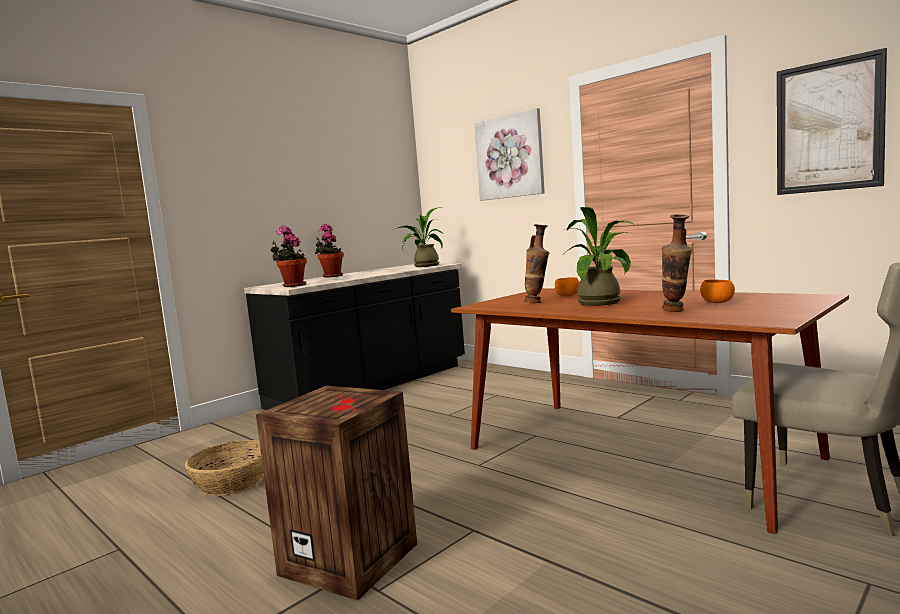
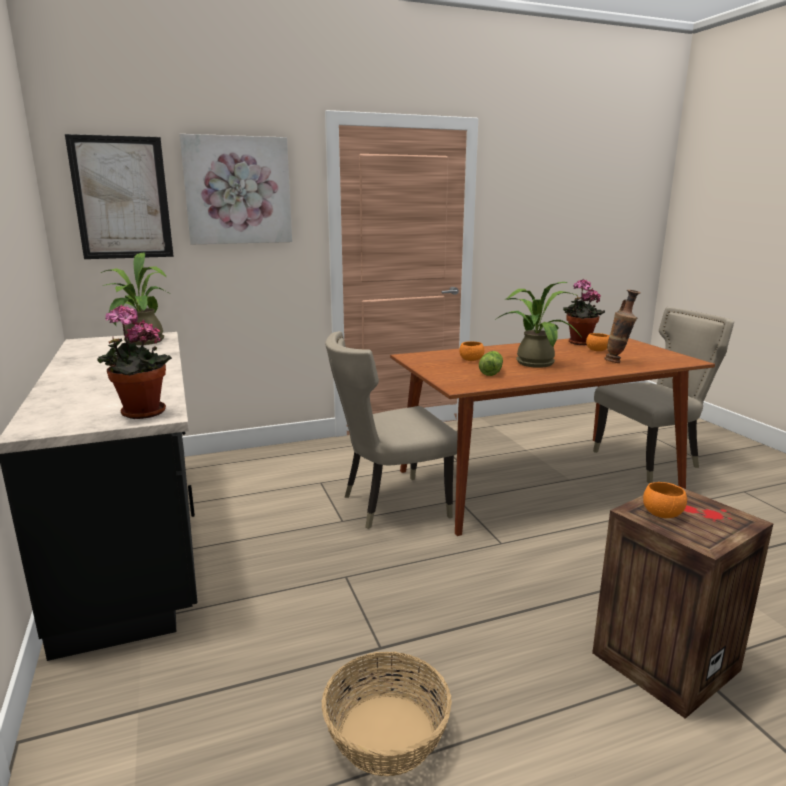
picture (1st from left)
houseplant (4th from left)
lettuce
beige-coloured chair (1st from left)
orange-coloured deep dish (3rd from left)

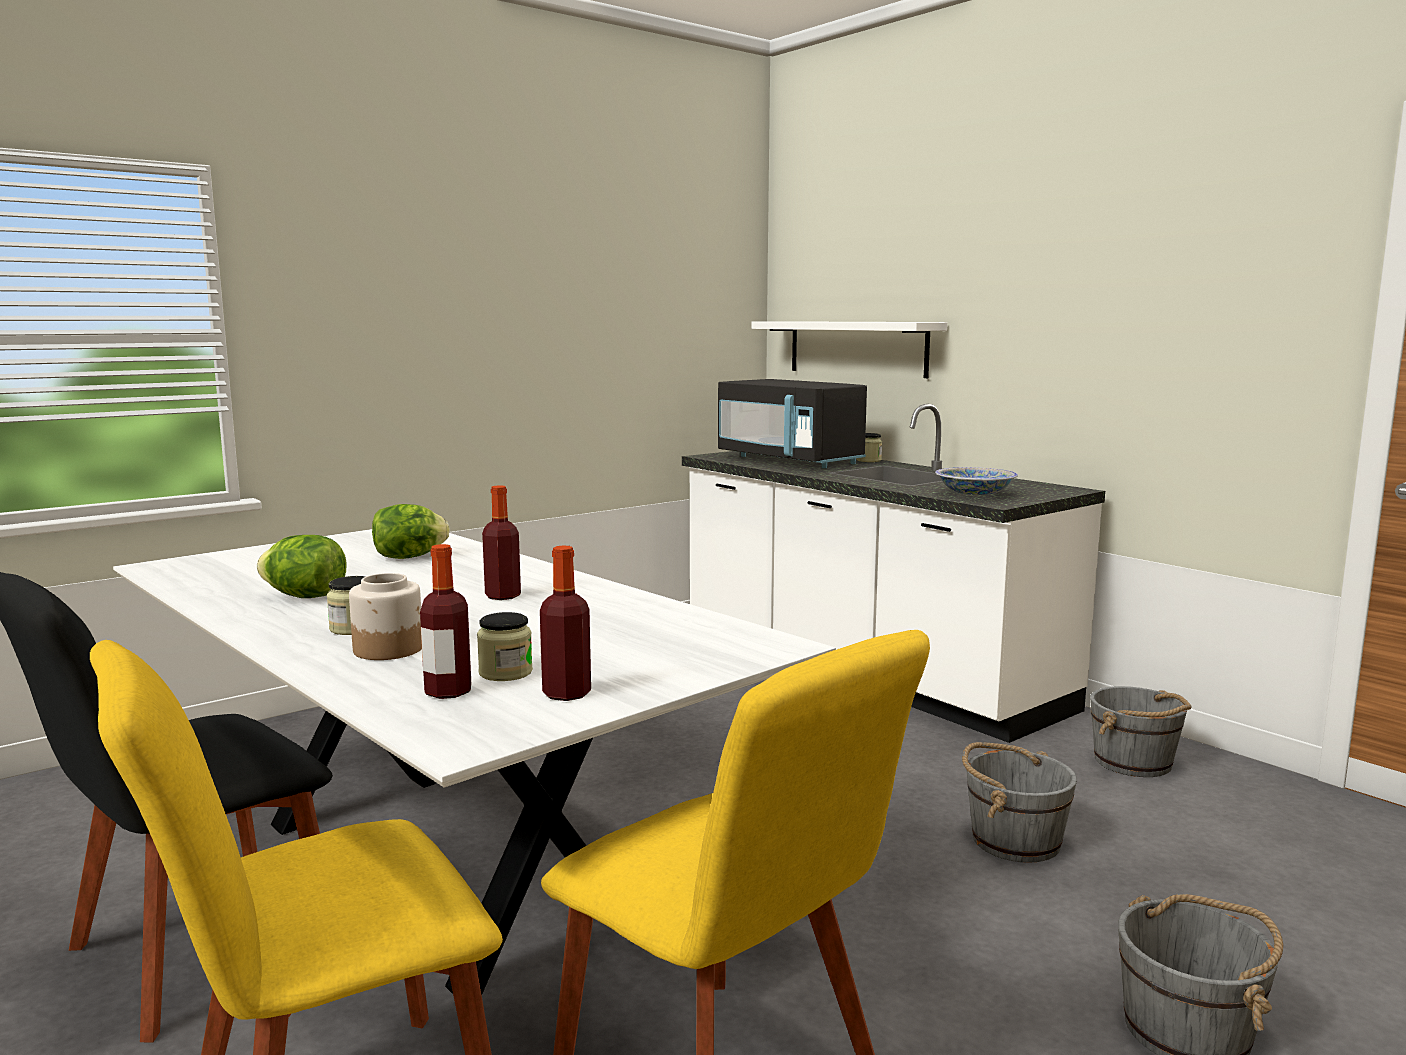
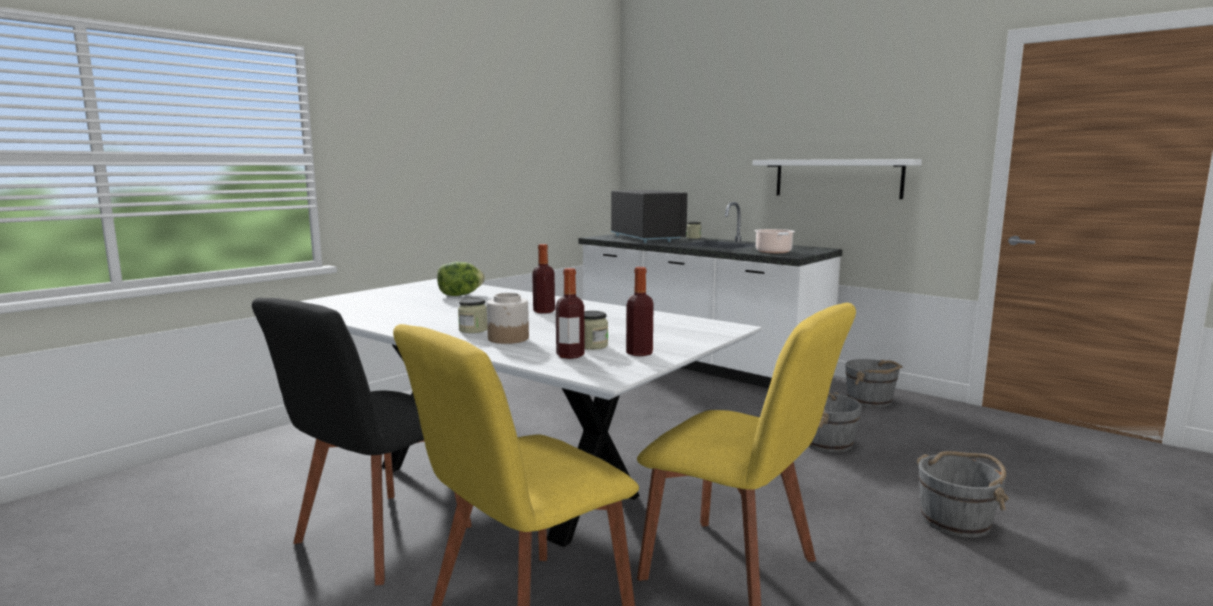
whitish bracket shelf
blackish kitchen microwave
cooking pot
lettuce (1st from left in the first image)

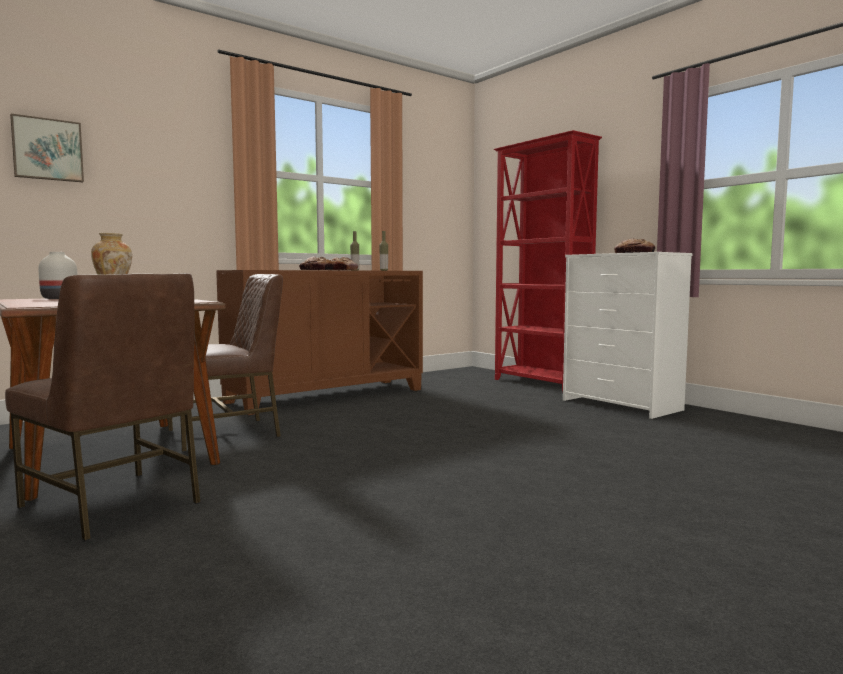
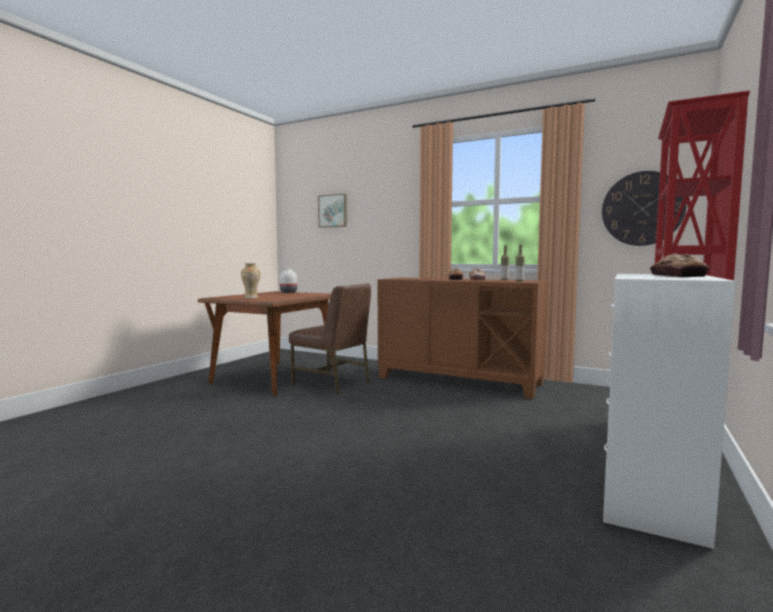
brown chair (1st from left in the first image)
clock on the wall

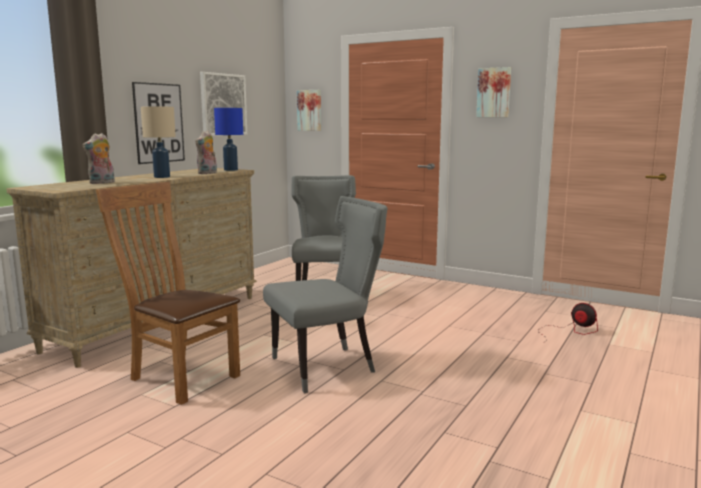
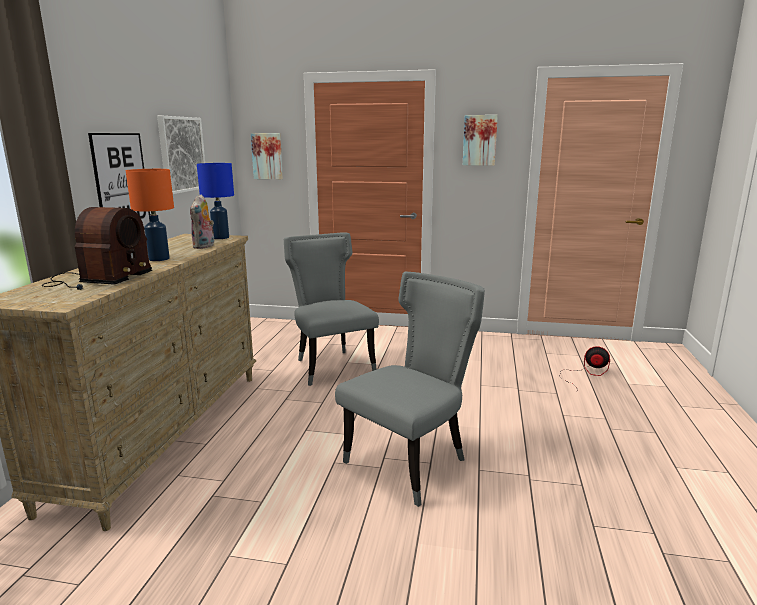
orange-coloured table lamp
radio set
brown chair

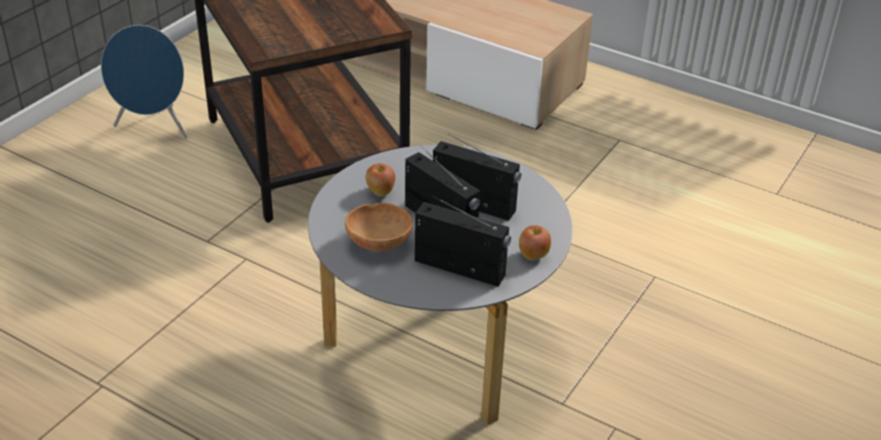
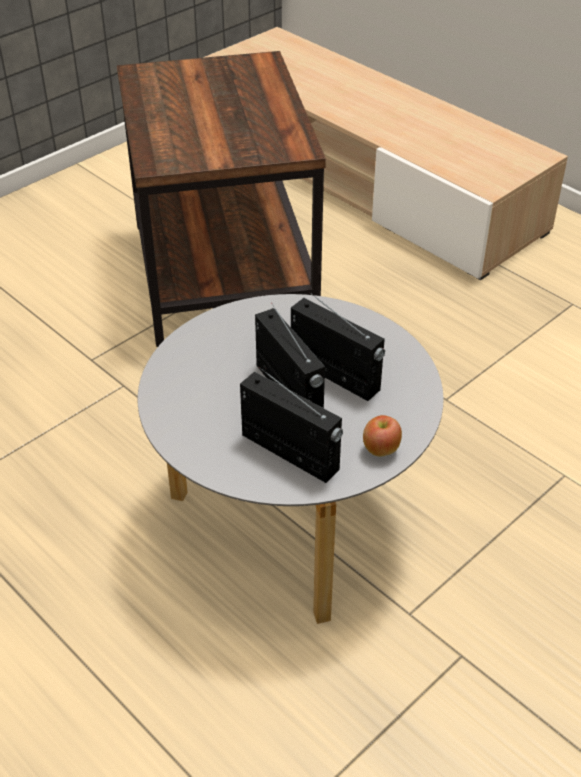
blue-coloured audio speaker
apple (1st from left in the first image)
brown deep dish

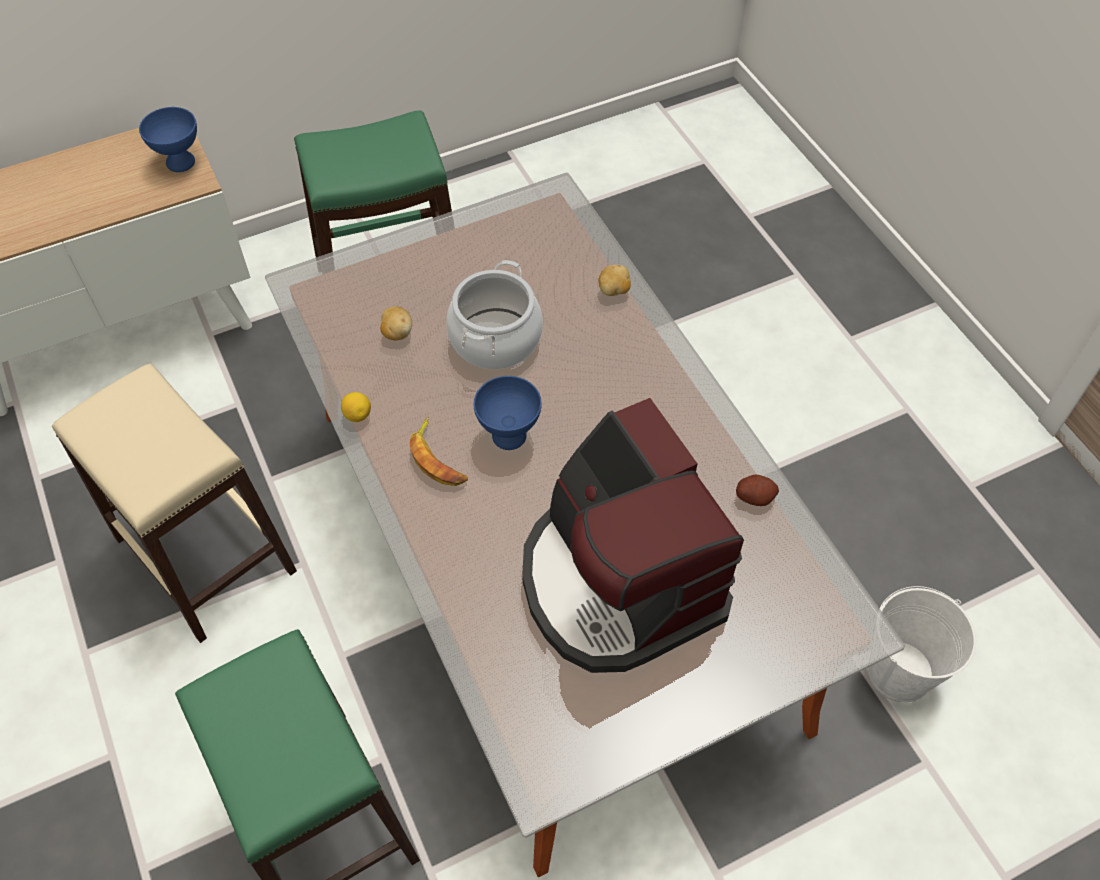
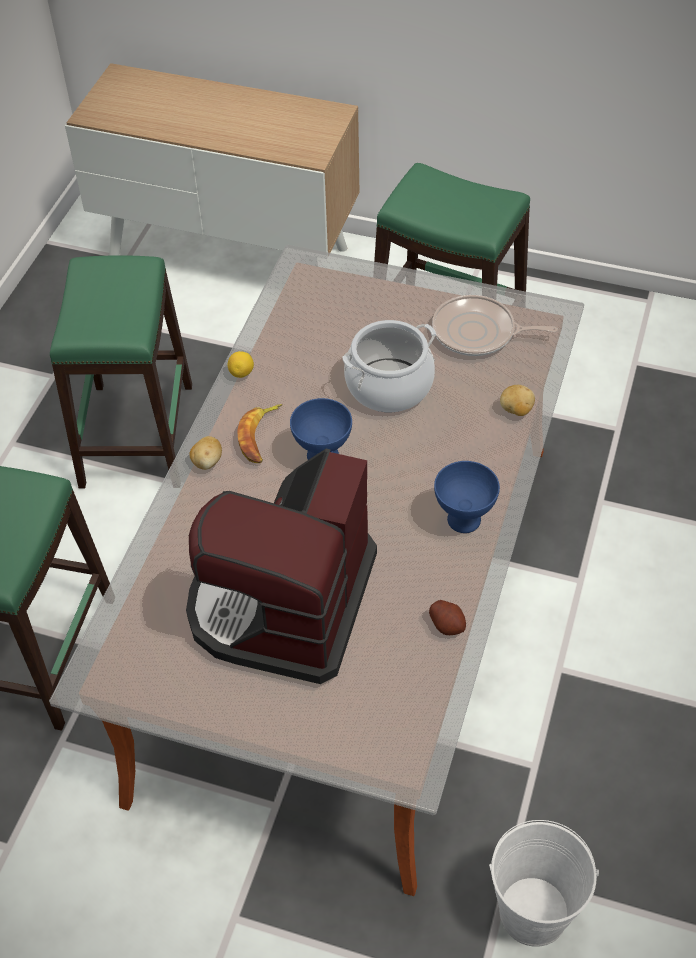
blue-coloured deep dish (2nd from left)
potato (1st from left)
greenish stool (2nd from left)
frying pan

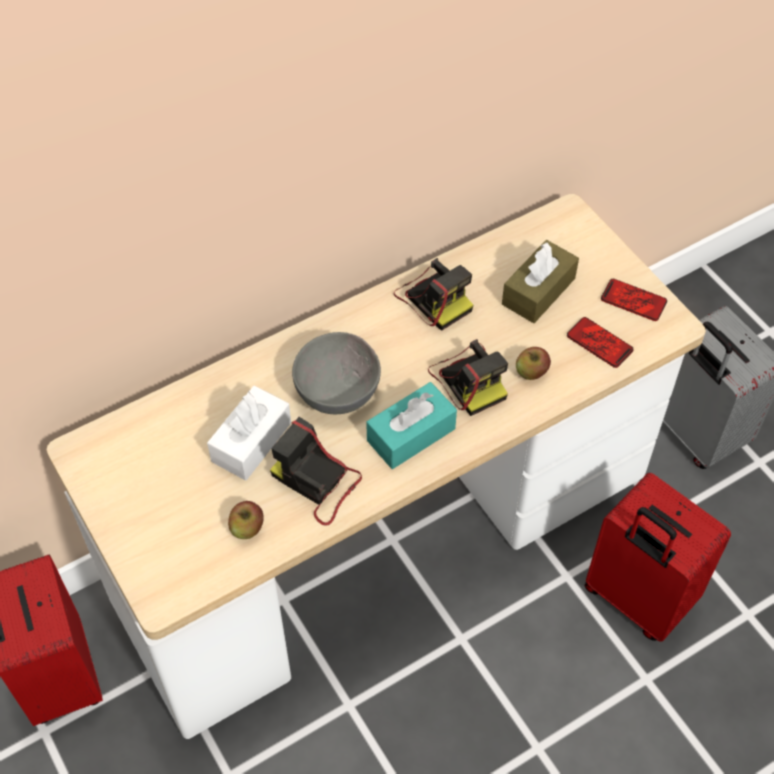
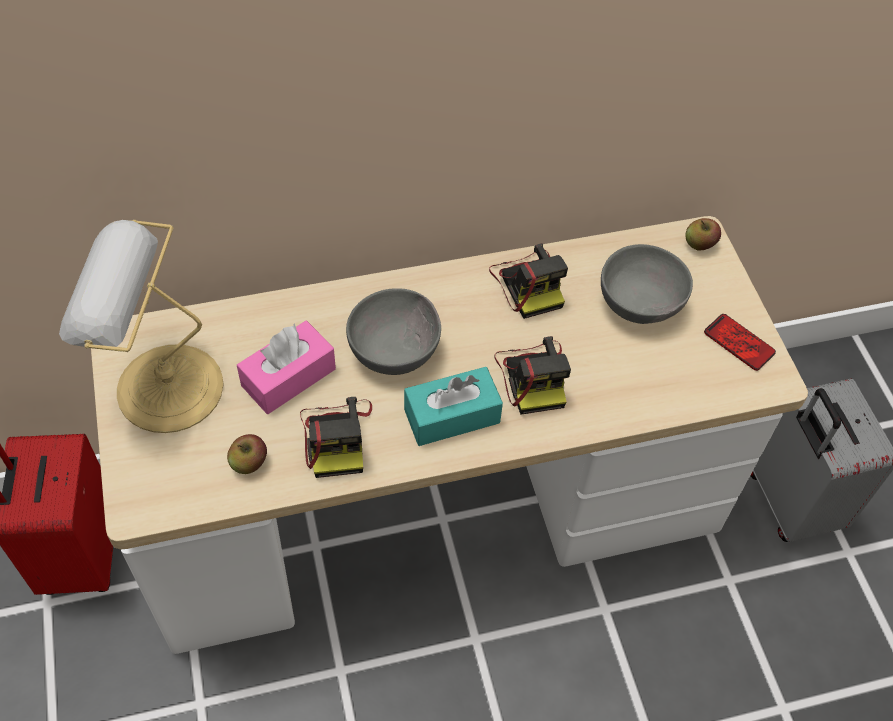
grey deep dish (2nd from left)
telephone (1st from left in the first image)
apple (2nd from left)
pink tissue box
photo camera (1st from left)
red travel case (2nd from left in the first image)
table lamp

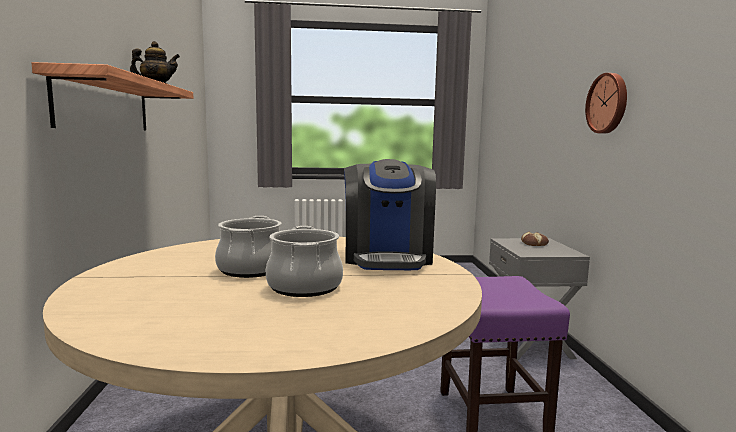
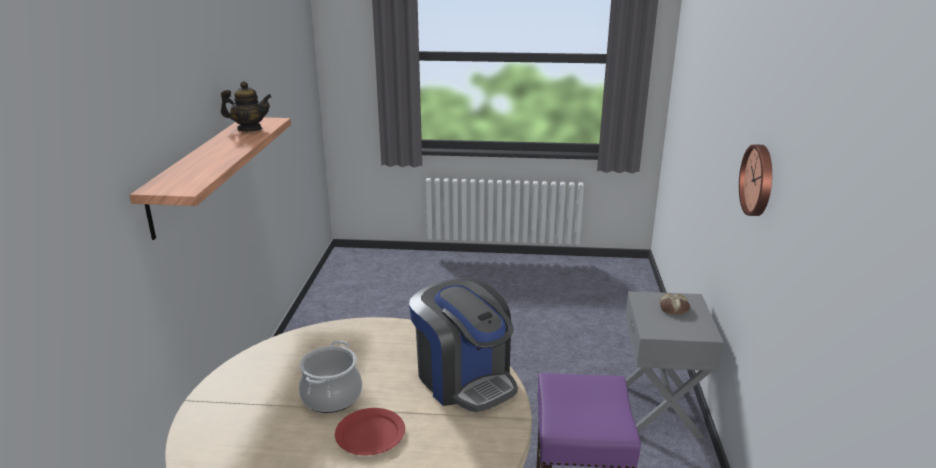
coffee maker
red plate

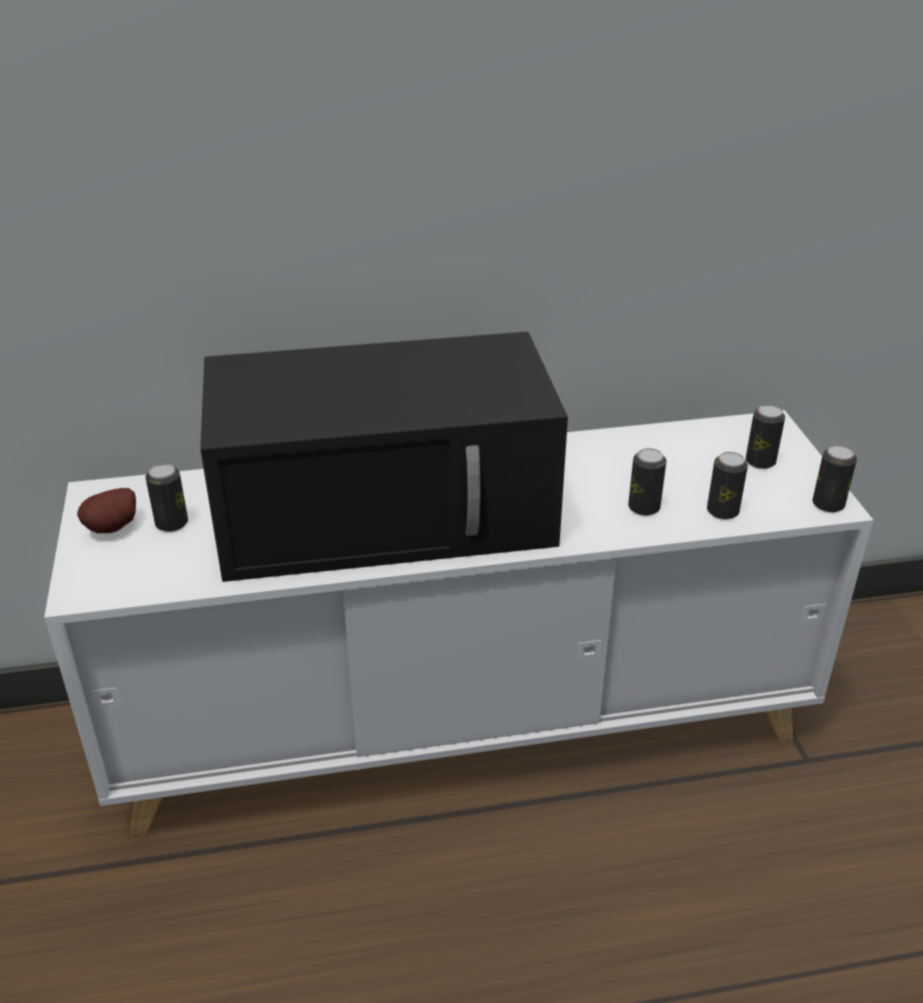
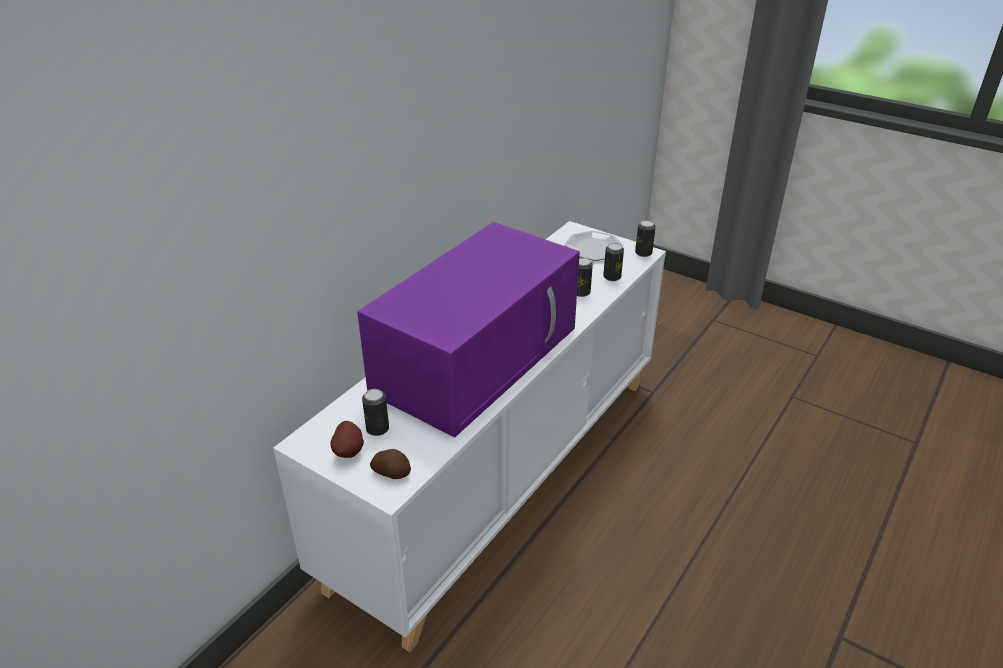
purple-coloured kitchen microwave
plate
potato (2nd from left)

